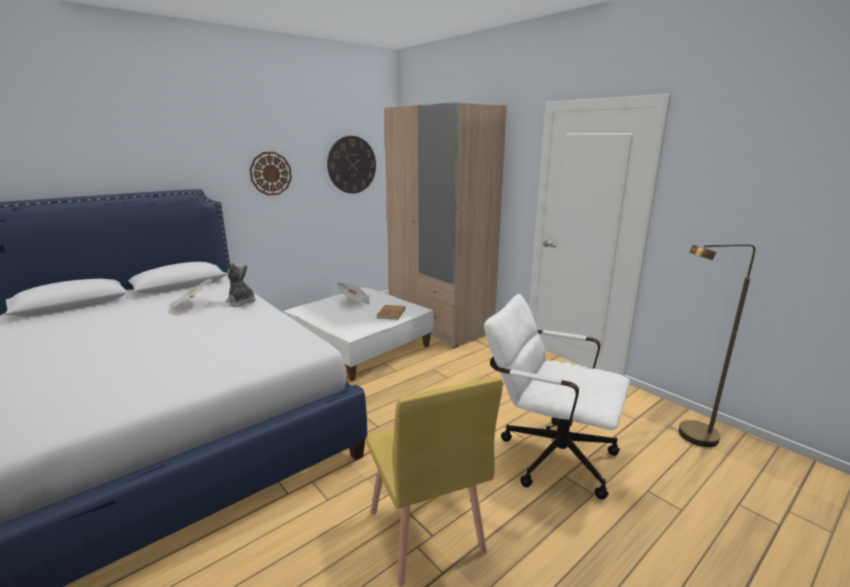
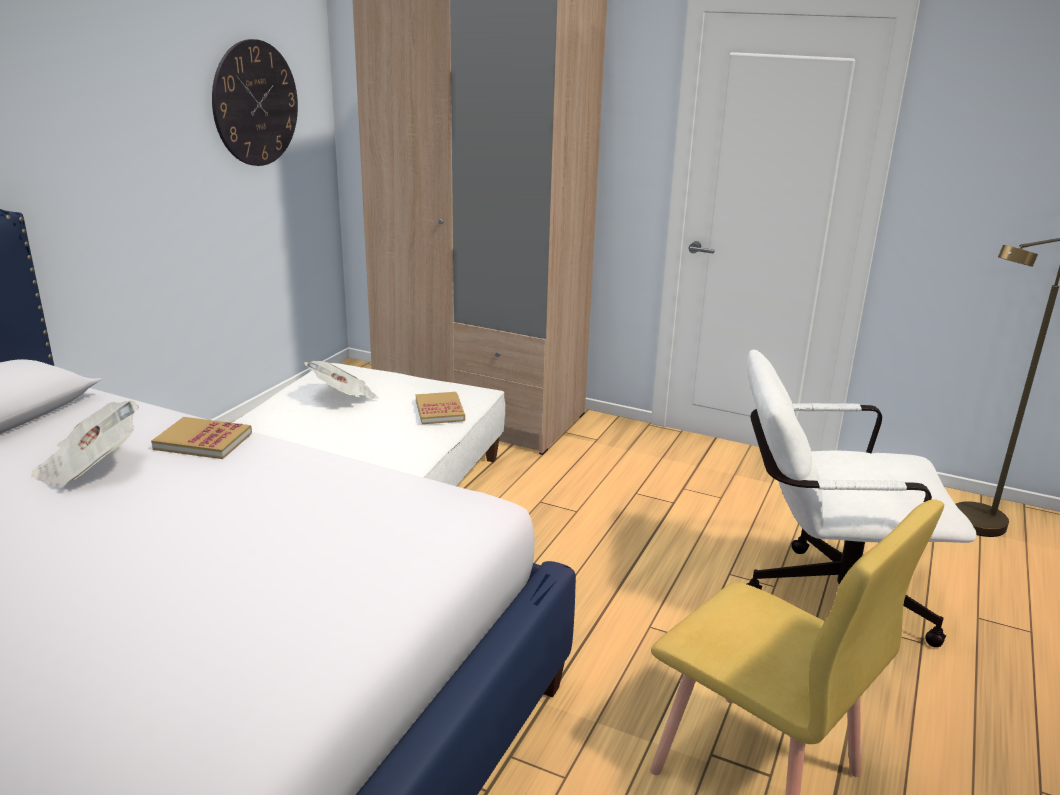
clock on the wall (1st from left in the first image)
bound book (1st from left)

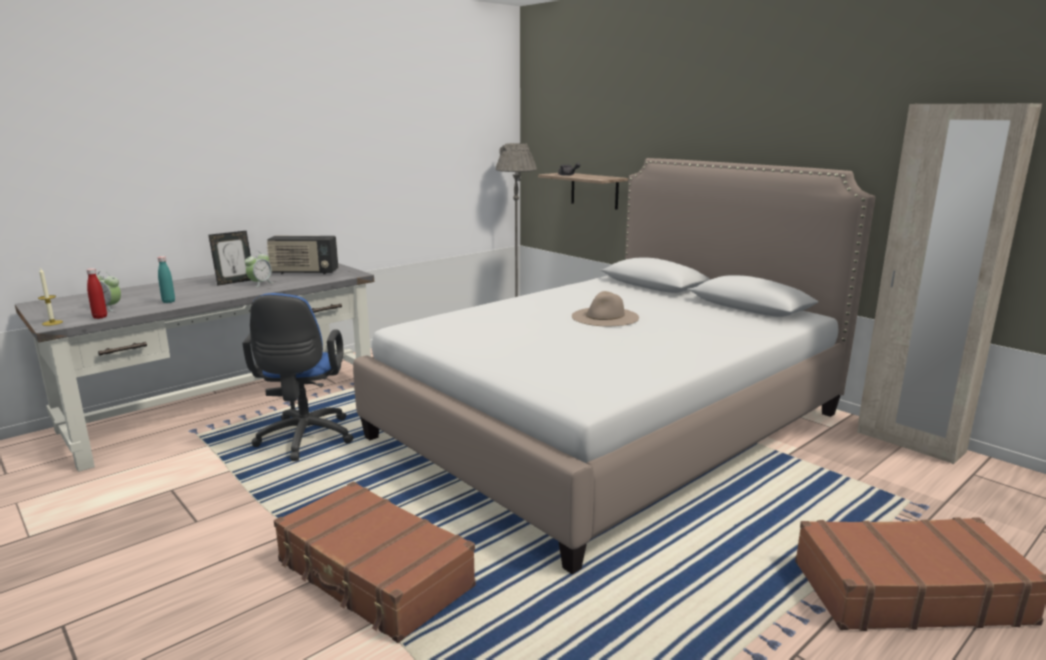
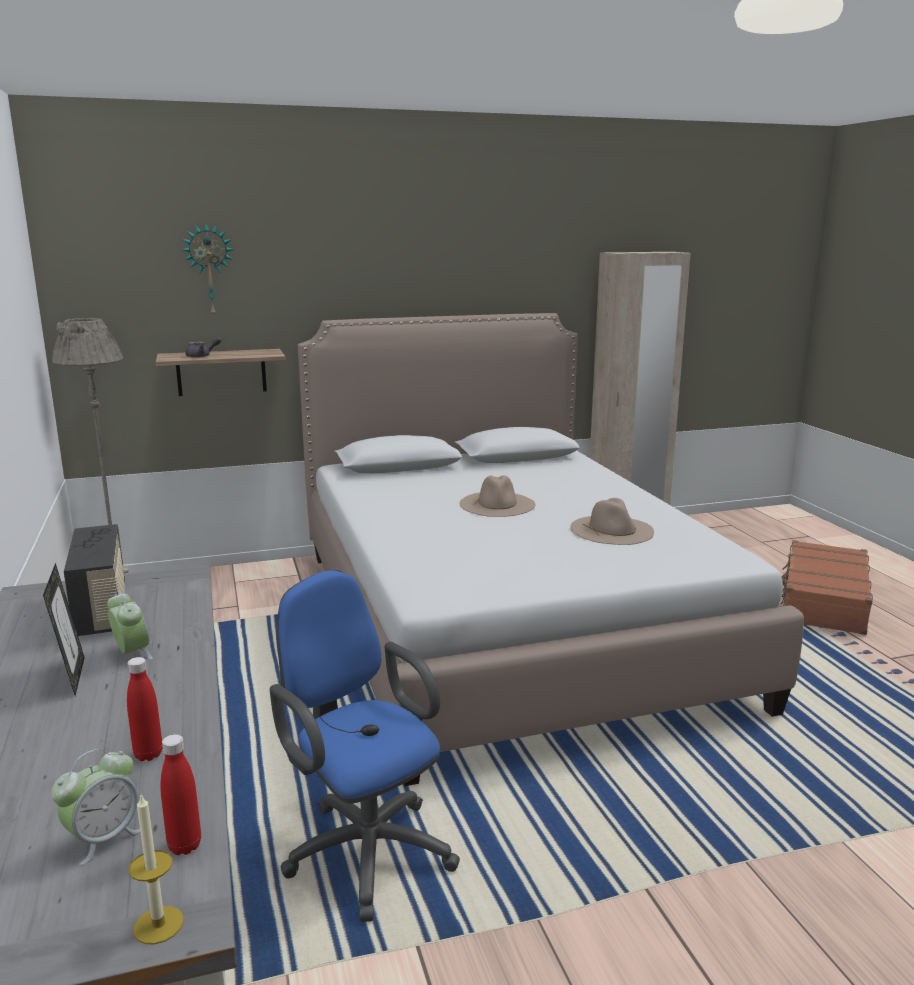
radio set
red drink bottle (1st from left)
blue-coloured desk chair
brown travel case (1st from left in the first image)
clock on the wall
beige-coloured wearable hat (2nd from left)

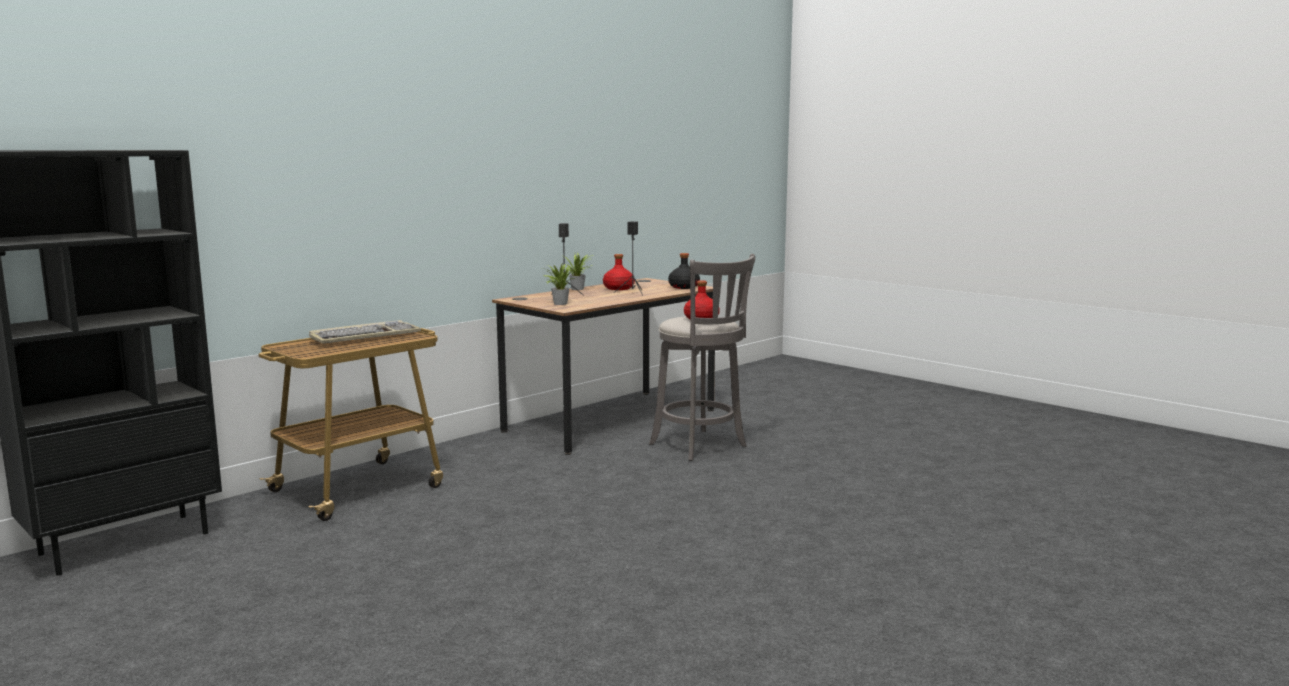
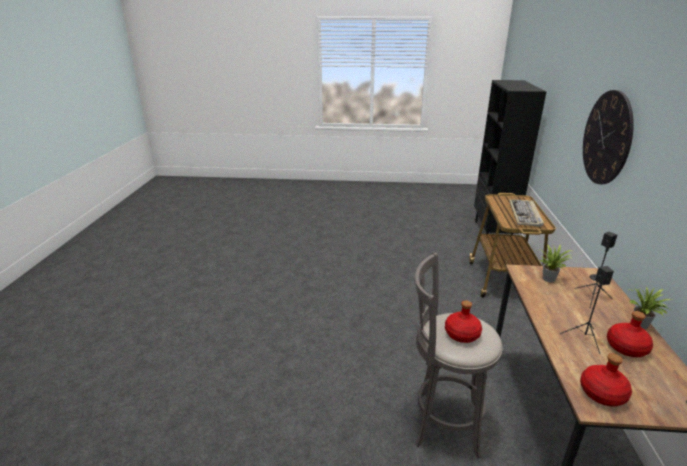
red drink bottle (2nd from left)
clock on the wall

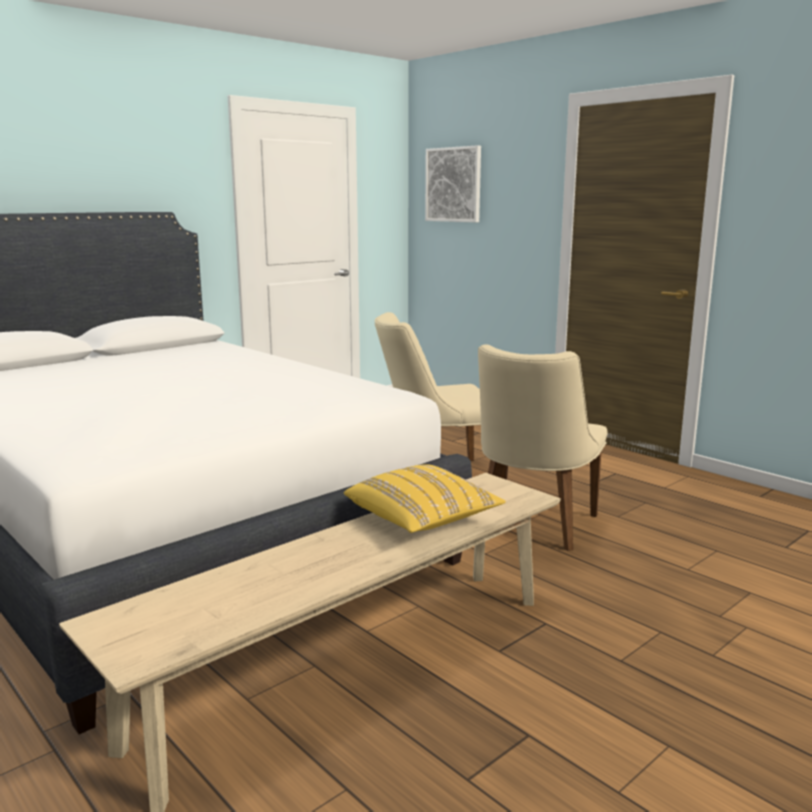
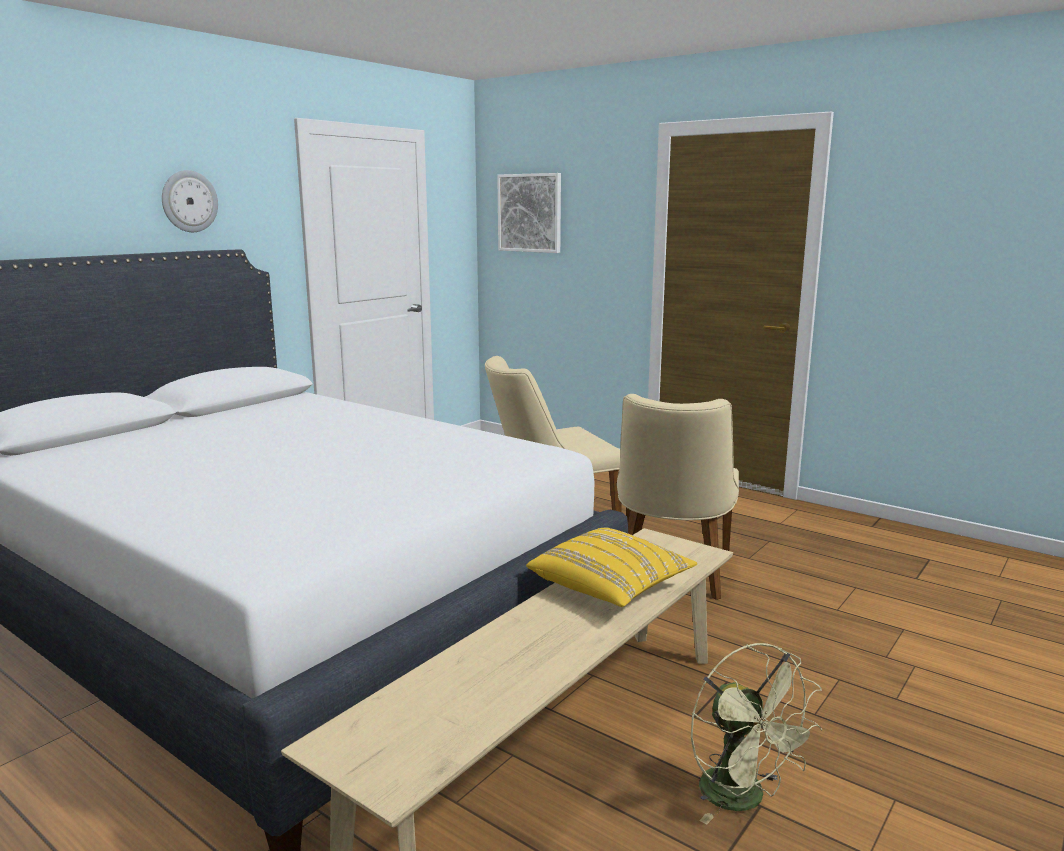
clock on the wall
greenish cooling fan

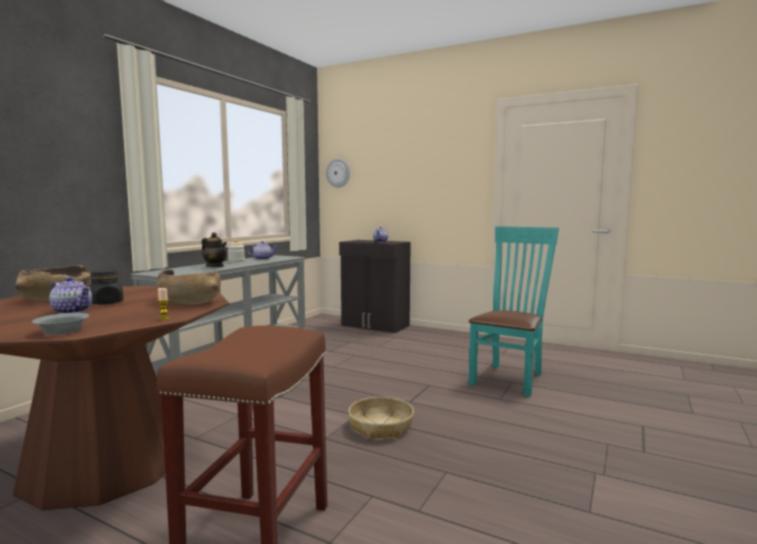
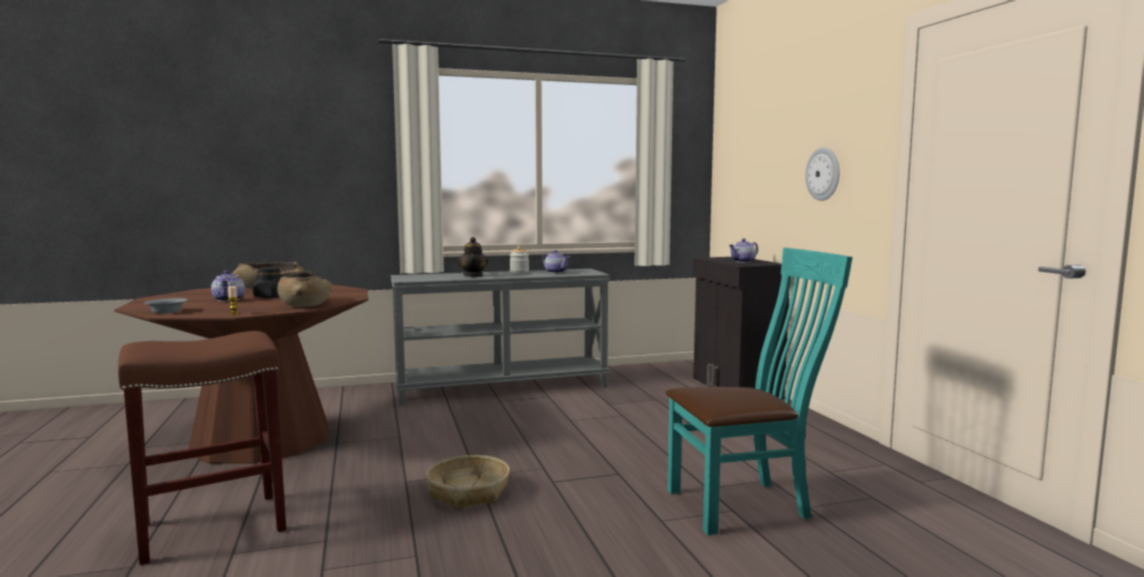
clock on the wall

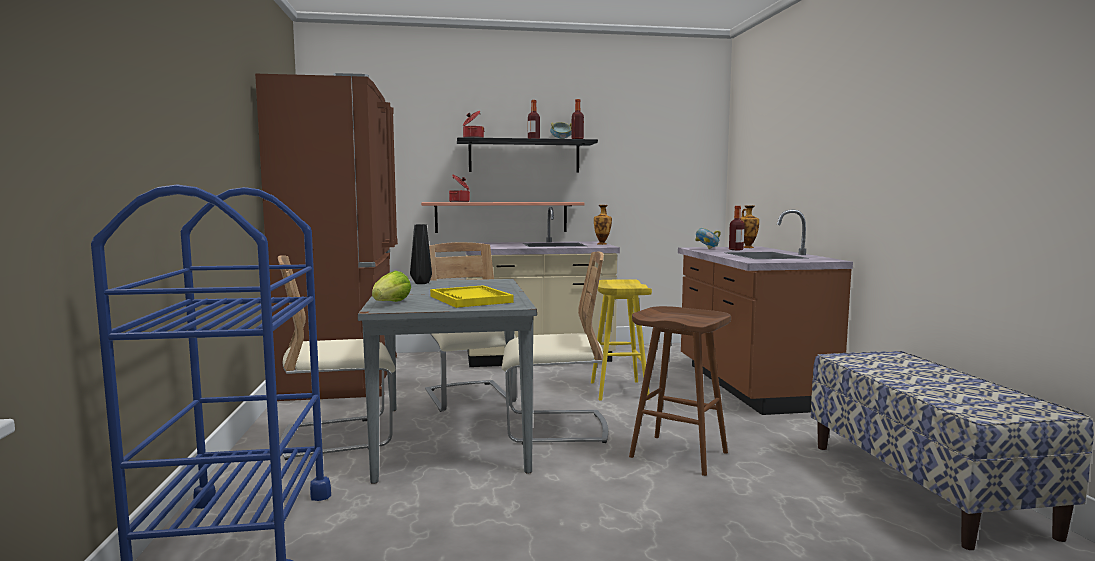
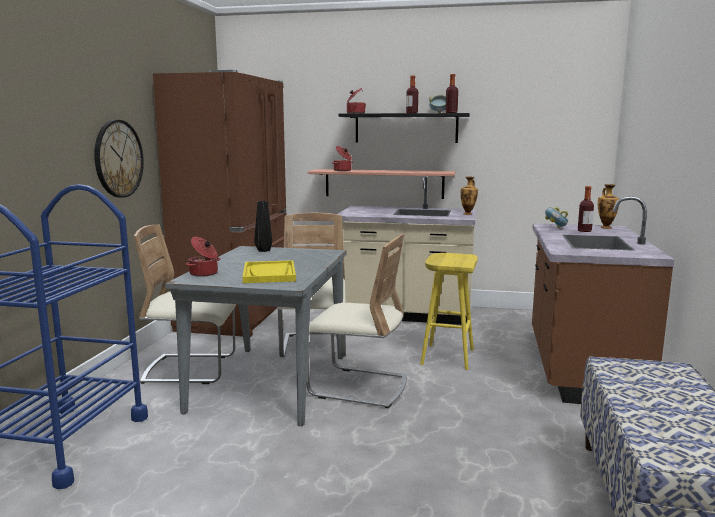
cooking pot (1st from left)
brown stool
clock on the wall

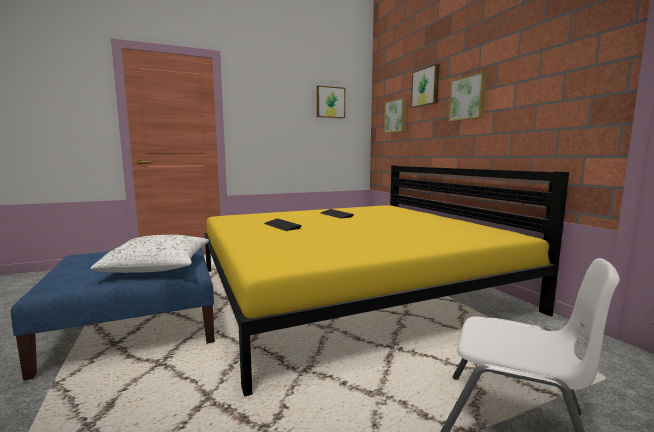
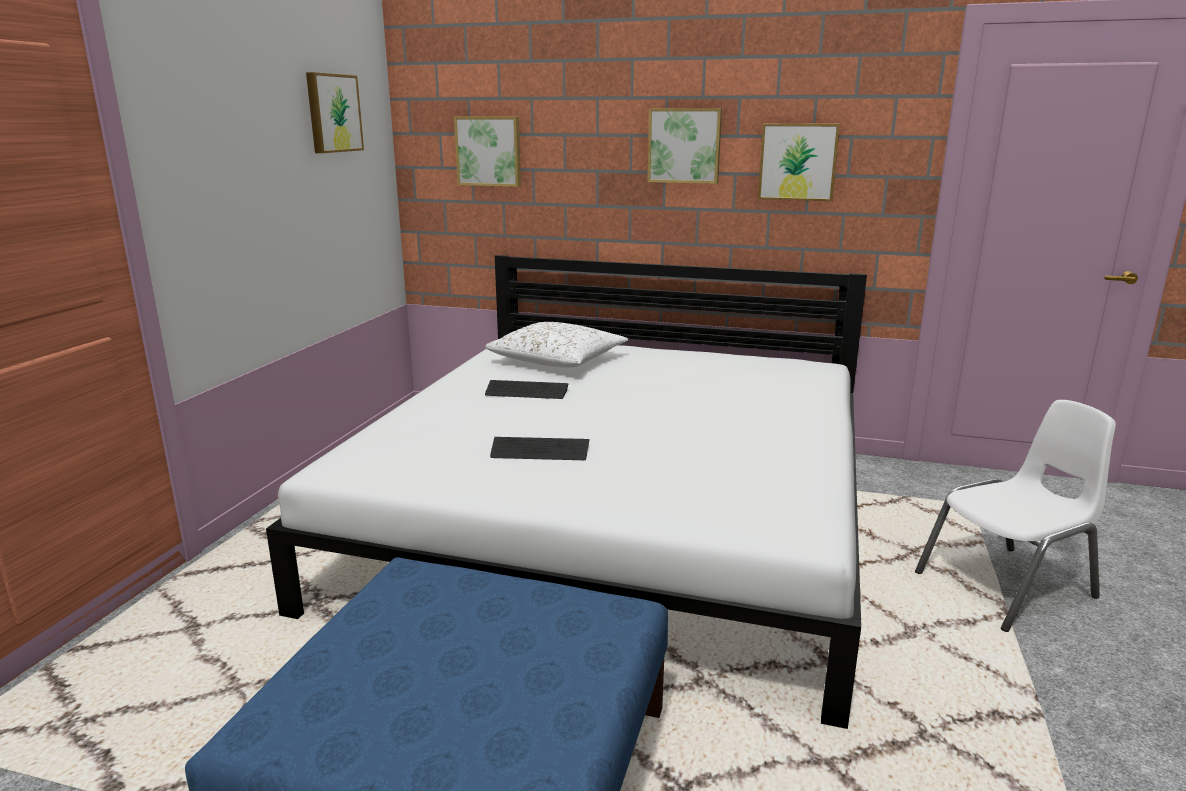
picture (4th from left)
whitish bed
whitish pillow

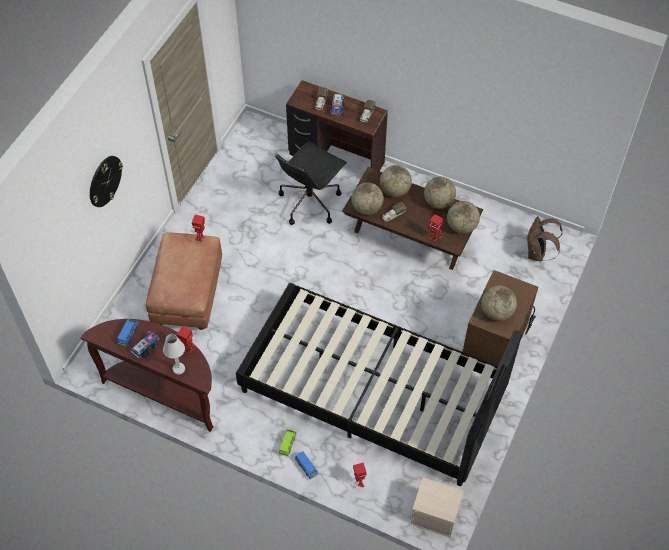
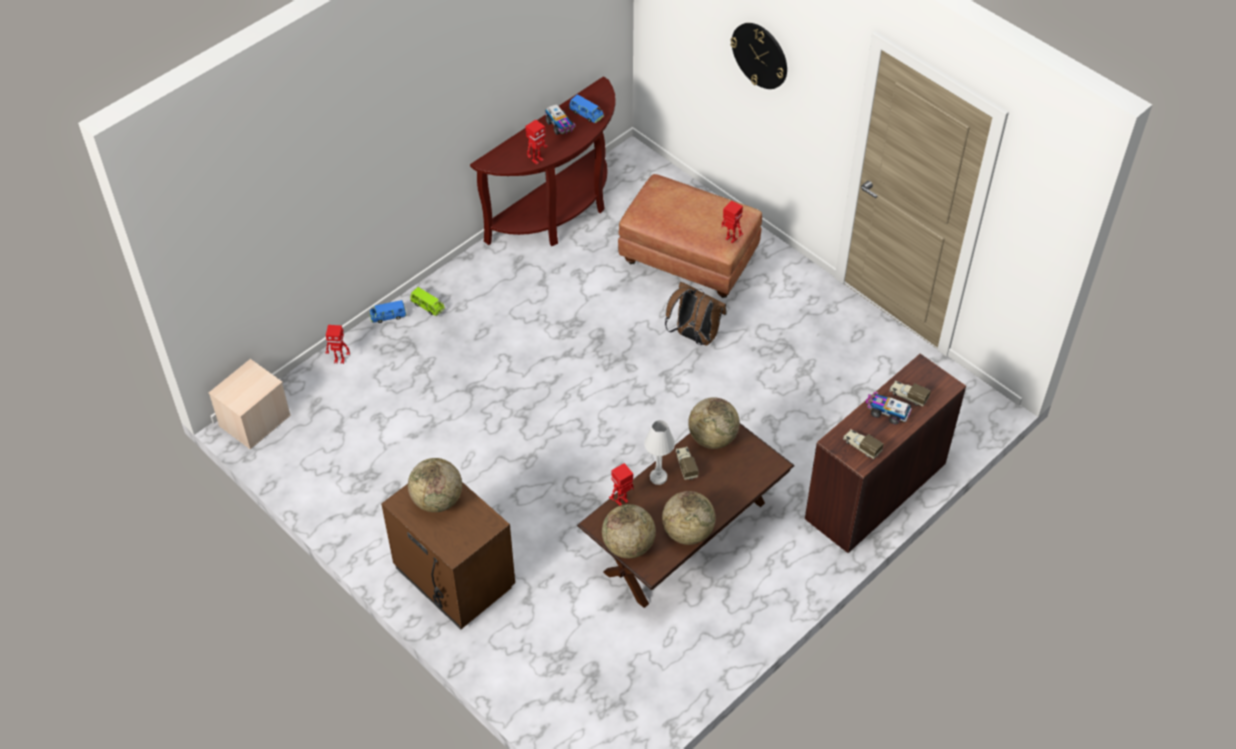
blackish desk chair
globe (2nd from left in the first image)
brown backpack
blackish bed
whitish table lamp

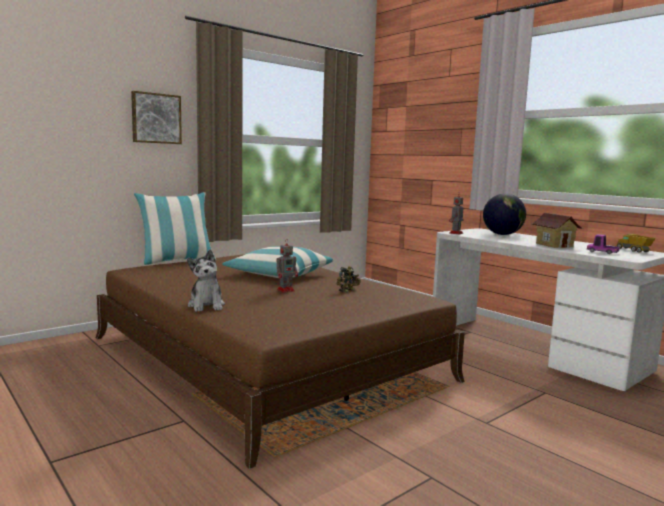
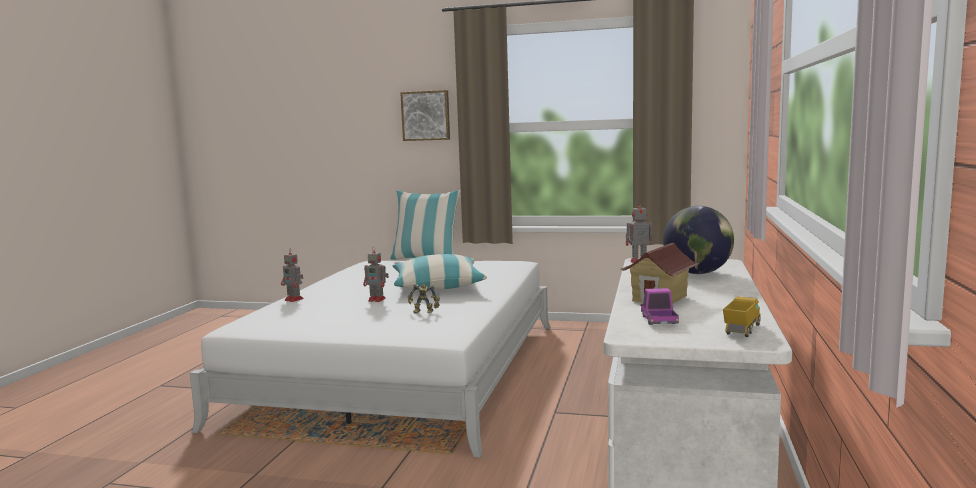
model robot (1st from left)
whitish bed

